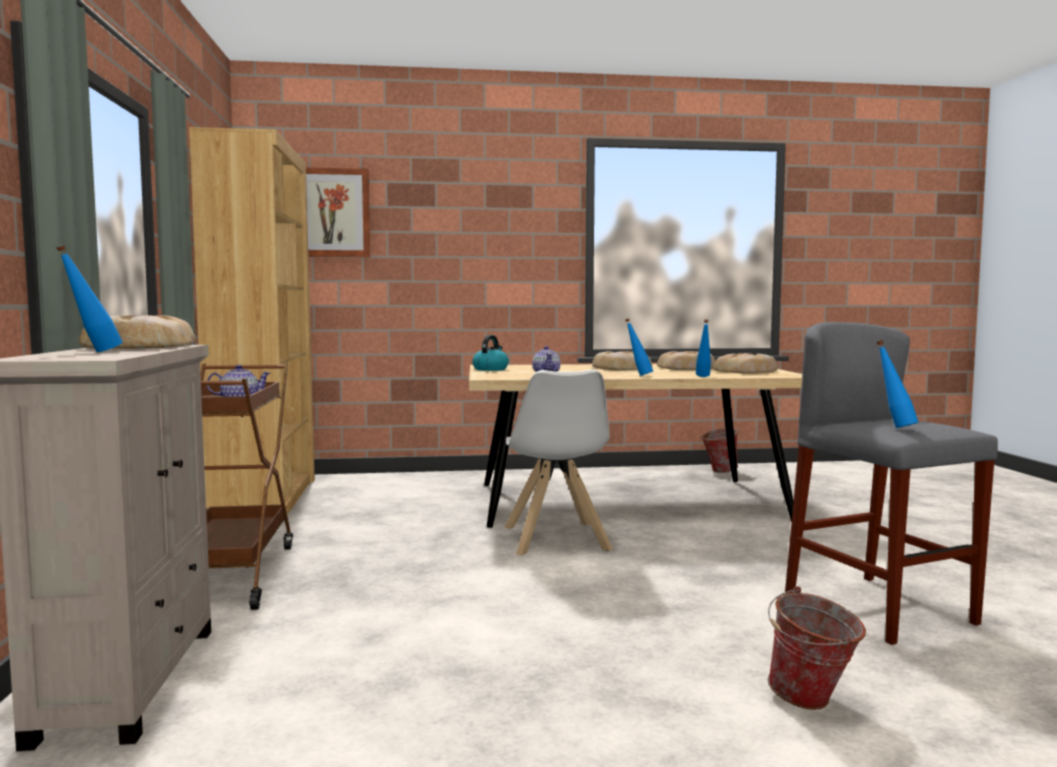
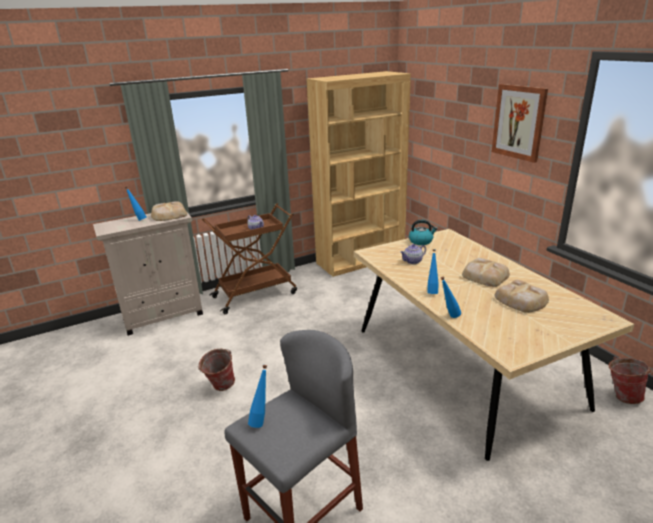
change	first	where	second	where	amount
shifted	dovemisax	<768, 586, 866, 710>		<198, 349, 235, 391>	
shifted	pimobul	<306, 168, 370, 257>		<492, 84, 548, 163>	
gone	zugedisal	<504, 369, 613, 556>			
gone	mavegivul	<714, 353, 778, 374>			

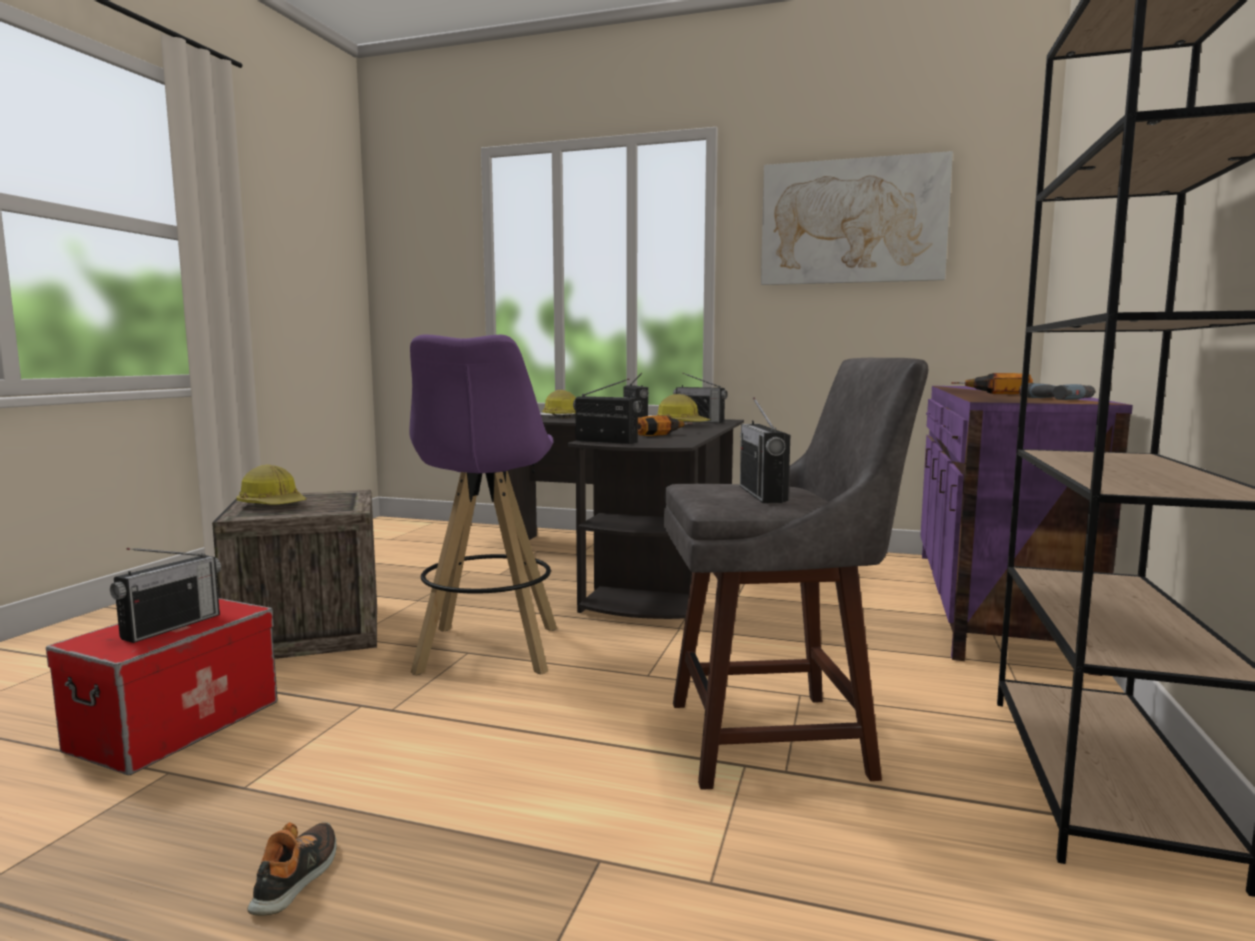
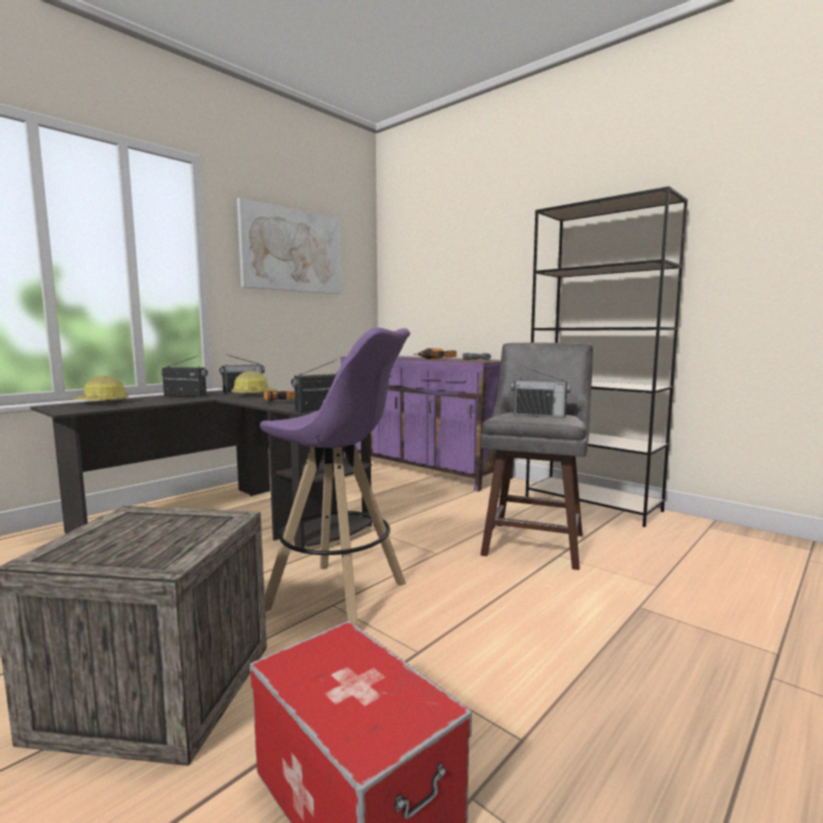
change	first	where	second	where	amount
gone	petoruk	<110, 548, 221, 643>			
gone	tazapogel	<237, 464, 307, 504>			
gone	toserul	<247, 822, 337, 916>			

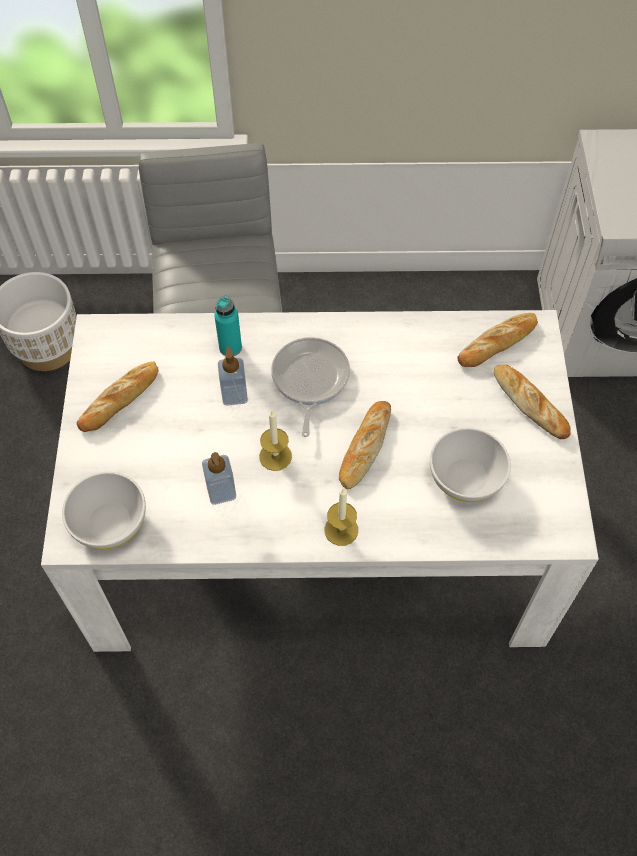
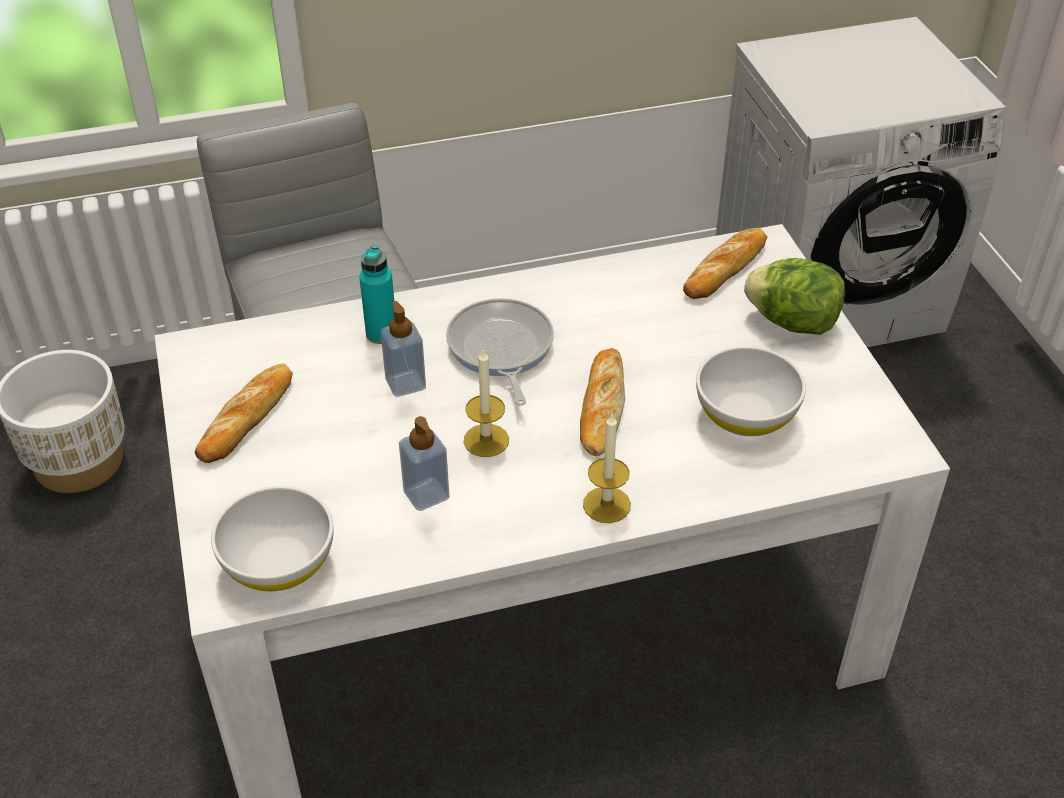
change	first	where	second	where	amount
swapped	mavegivul	<494, 365, 571, 439>	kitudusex	<744, 258, 845, 335>	

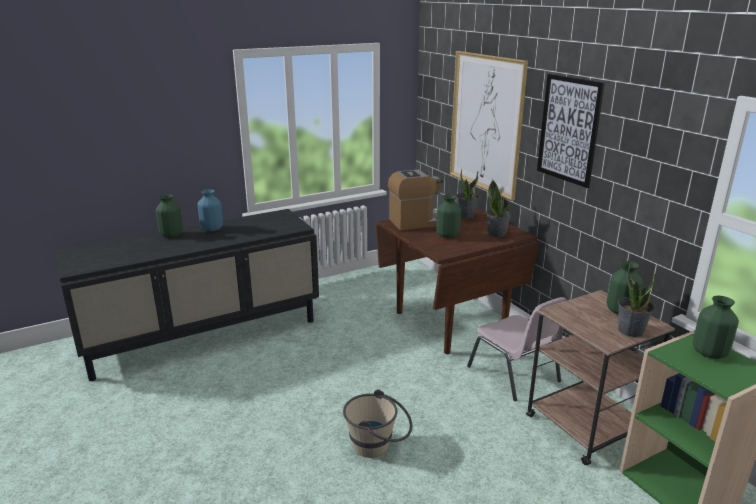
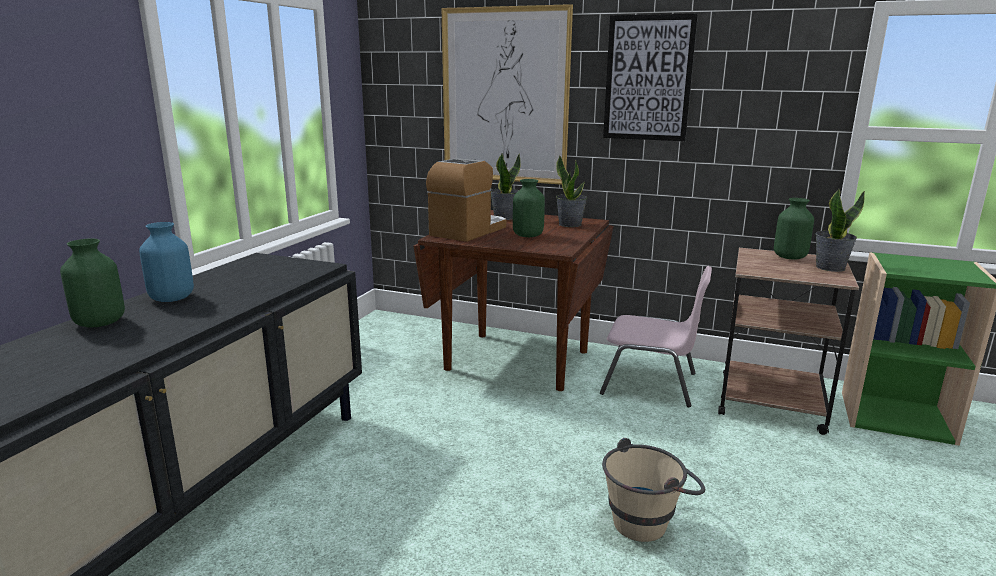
change	first	where	second	where	amount
gone	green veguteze	<693, 296, 739, 359>			

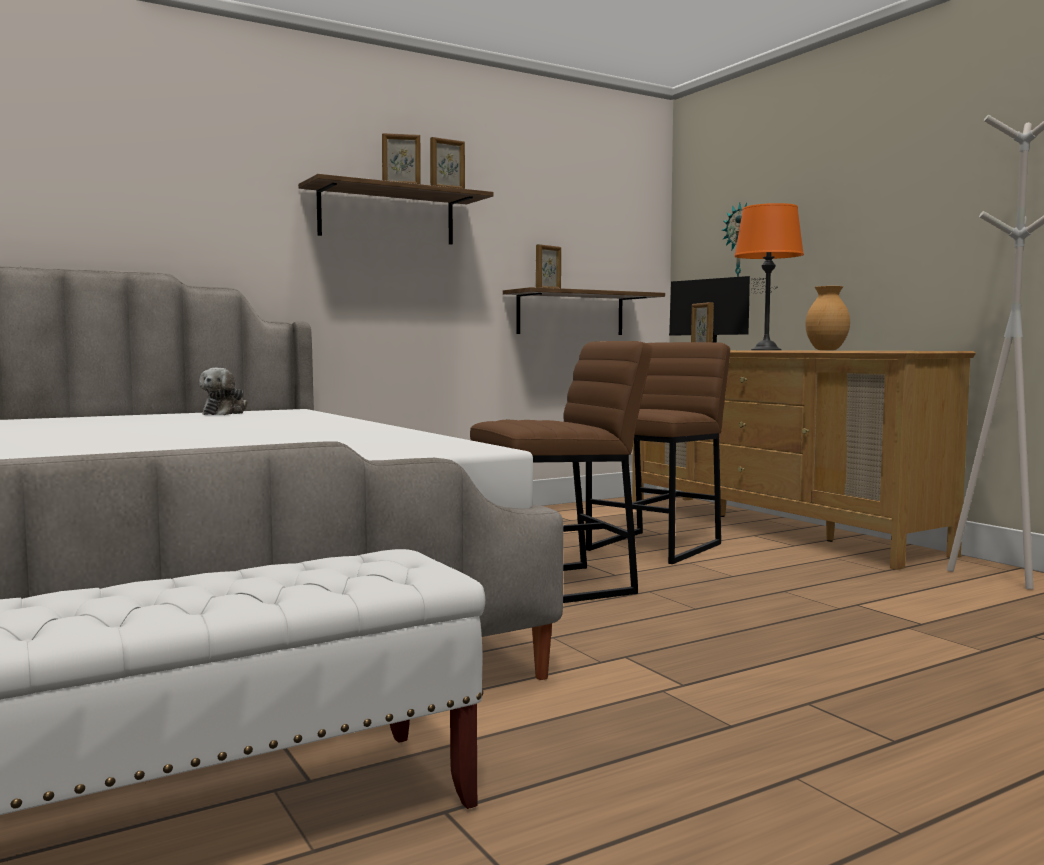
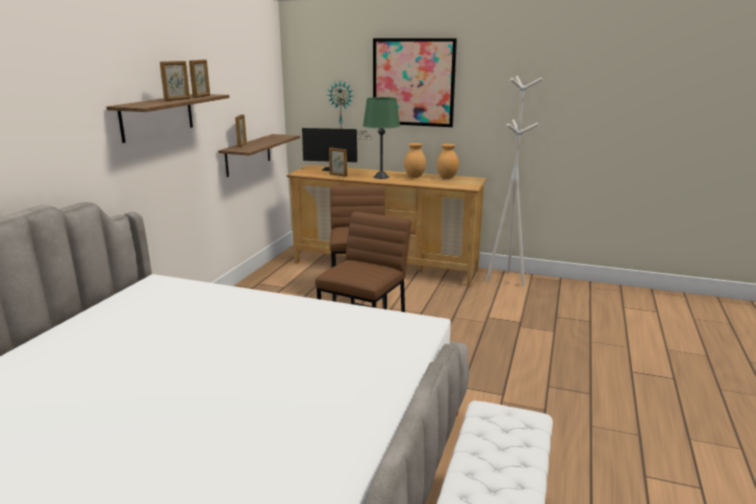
change	first	where	second	where	amount
repainted	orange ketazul	<734, 203, 804, 350>	green ketazul	<363, 97, 400, 179>	
new			pimobul	<373, 38, 457, 127>	
new			brown veguteze	<436, 144, 459, 179>	
gone	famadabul	<199, 368, 248, 415>			

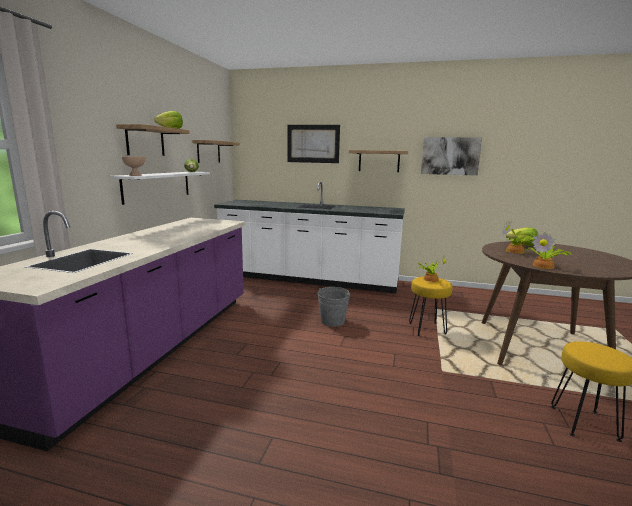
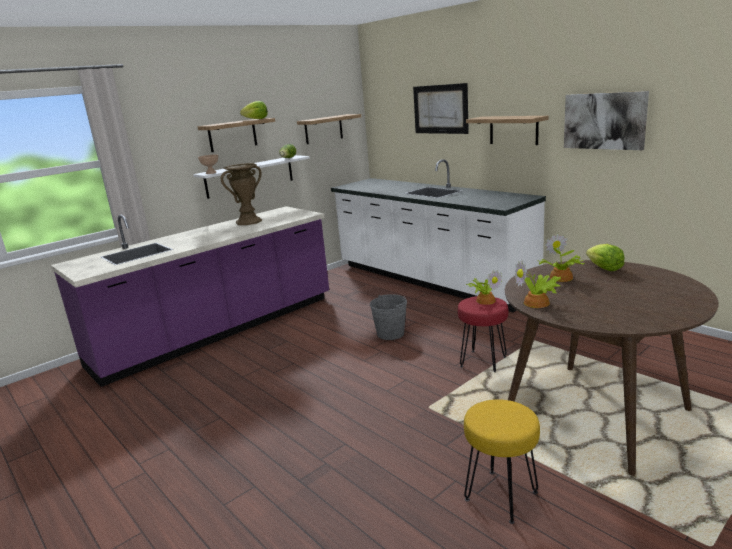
change	first	where	second	where	amount
new			brown veguteze	<221, 163, 262, 225>	
repainted	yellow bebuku	<409, 277, 452, 336>	red bebuku	<458, 296, 508, 372>	

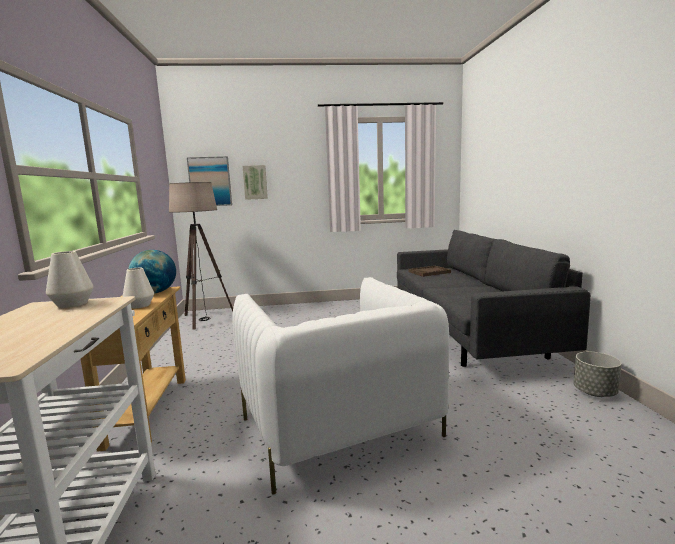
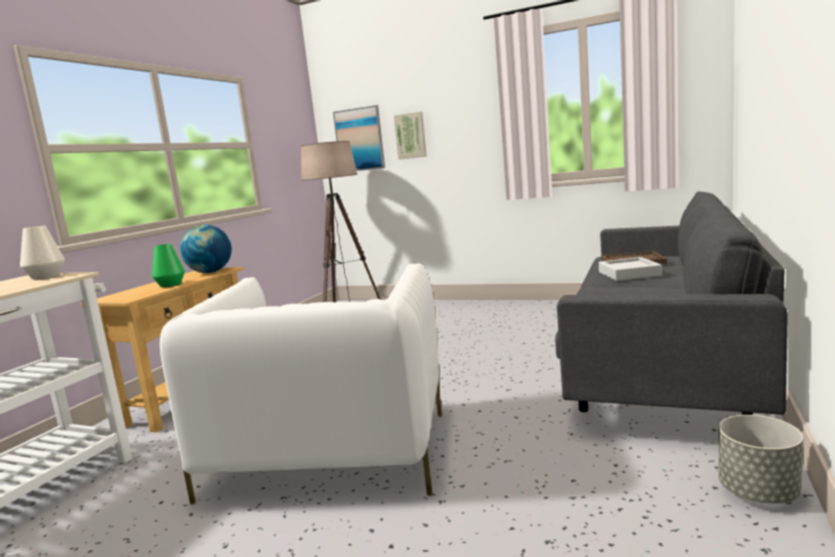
change	first	where	second	where	amount
repainted	white veguteze	<123, 268, 154, 308>	green veguteze	<152, 244, 185, 287>	
new			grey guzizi	<599, 257, 662, 281>	

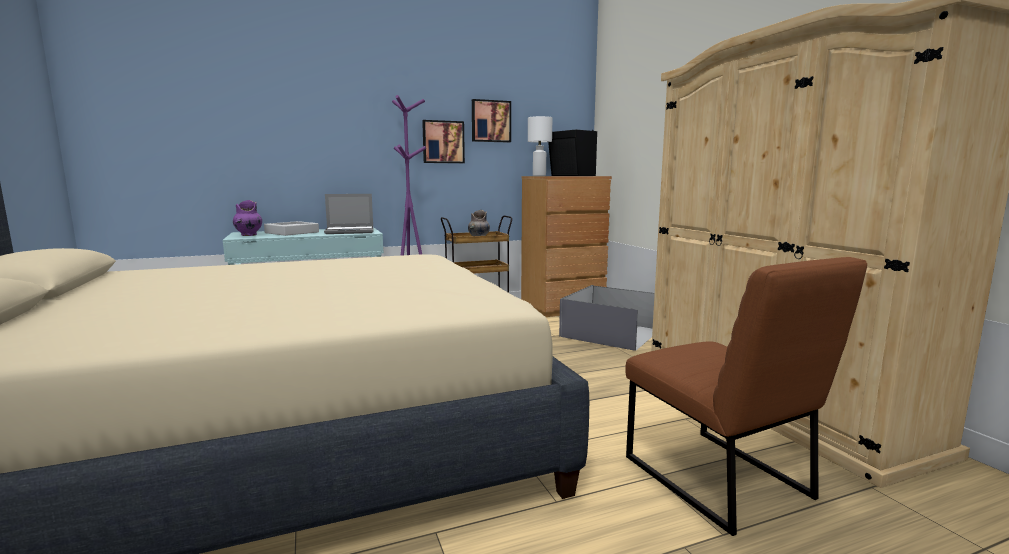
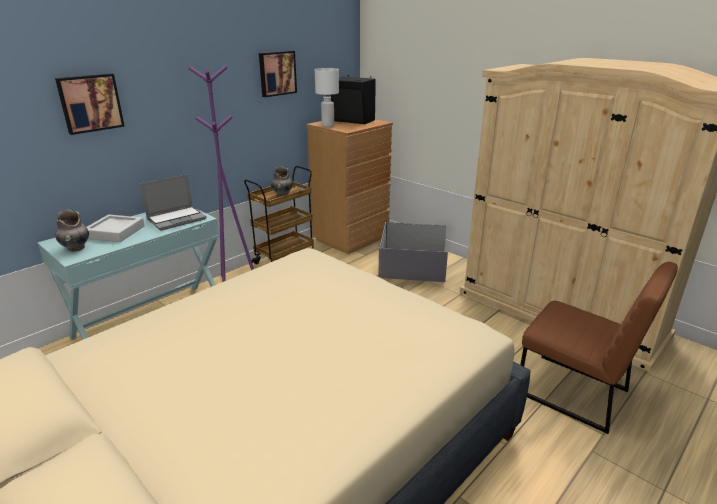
change	first	where	second	where	amount
shifted	pimobul	<422, 120, 465, 163>		<55, 73, 125, 135>	
repainted	purple veguteze	<233, 200, 262, 236>	grey veguteze	<55, 209, 89, 252>	

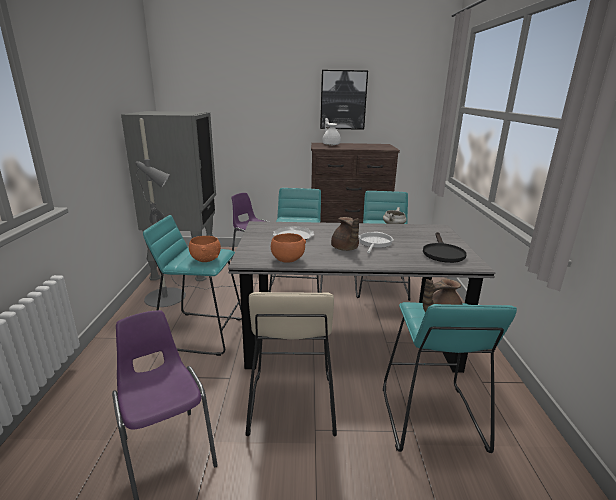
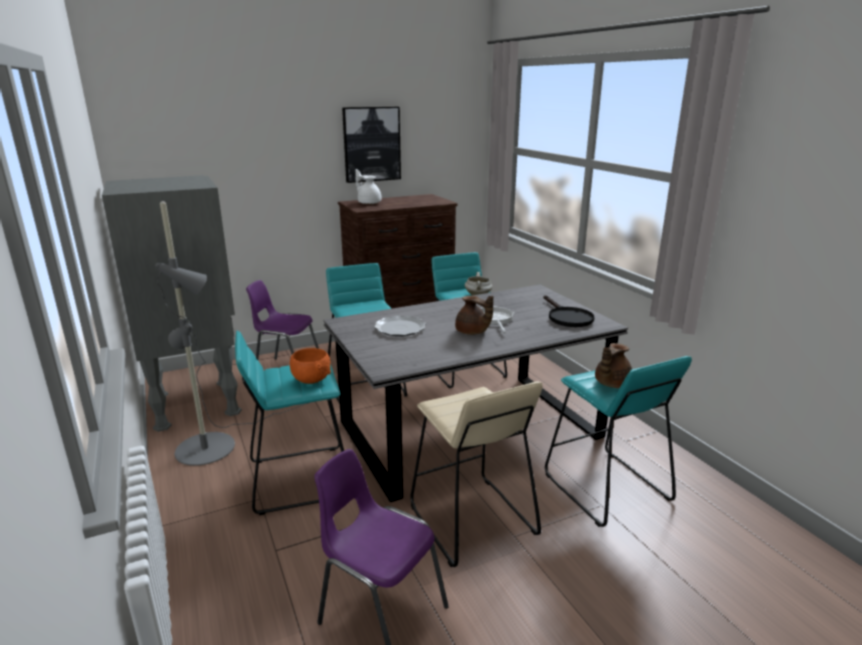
change	first	where	second	where	amount
gone	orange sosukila	<271, 233, 306, 263>			

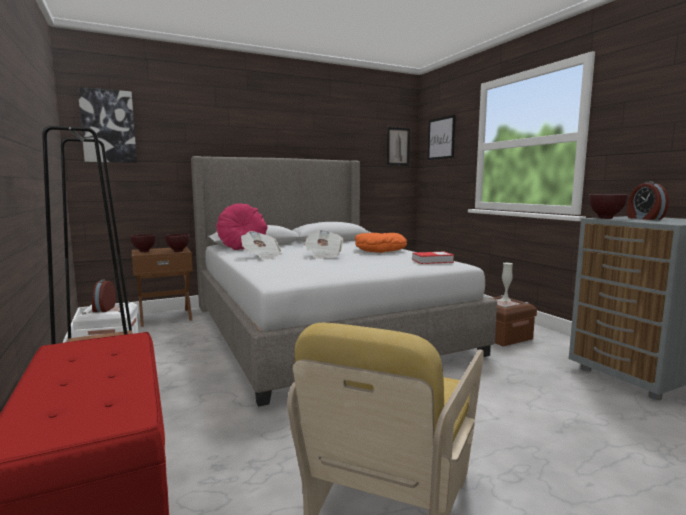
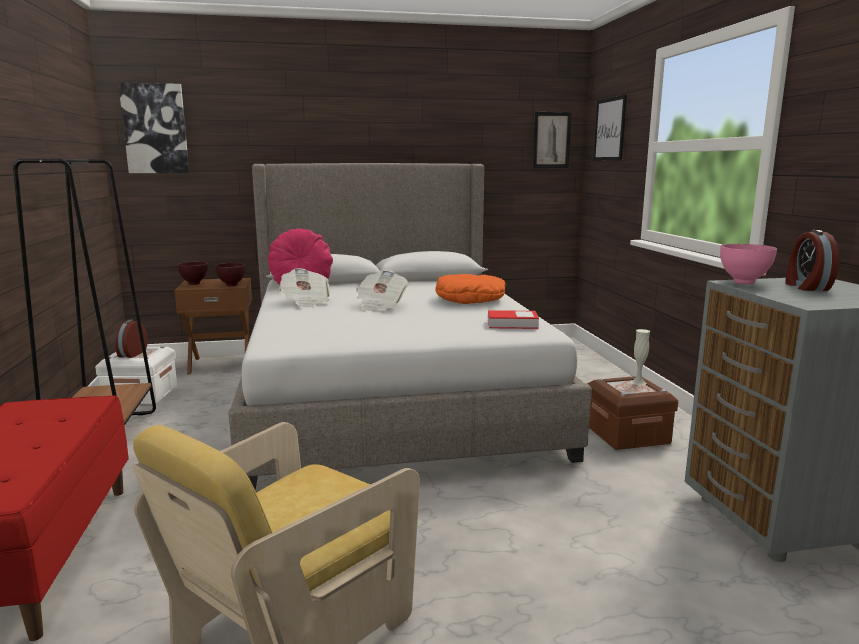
change	first	where	second	where	amount
repainted	brown sosukila	<589, 194, 628, 219>	pink sosukila	<720, 244, 777, 284>	

